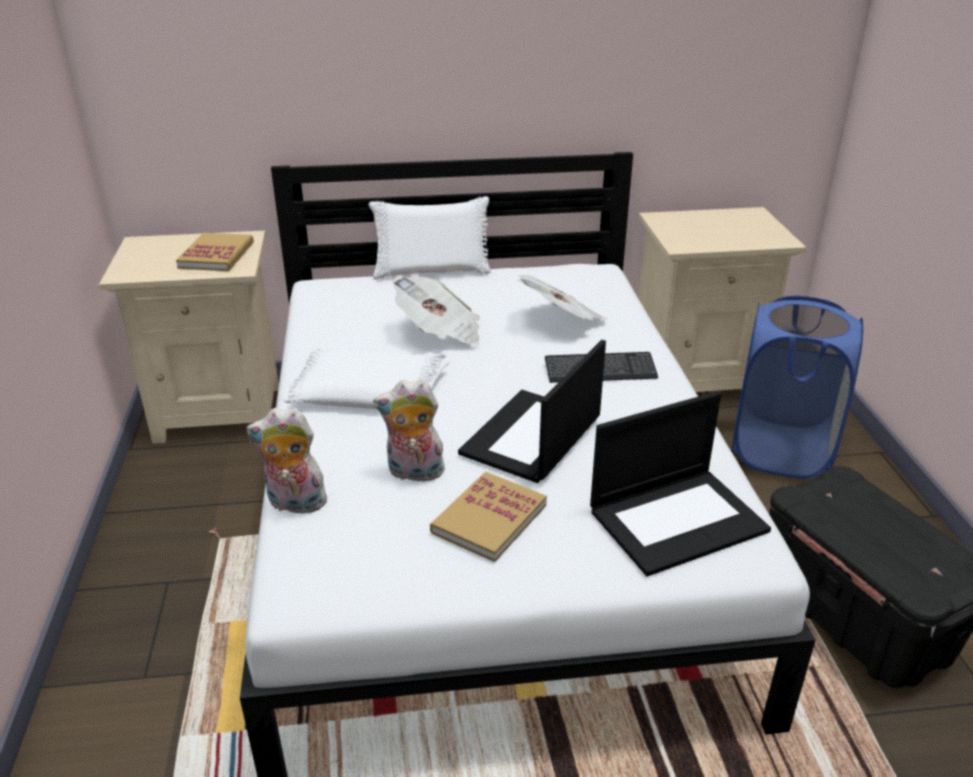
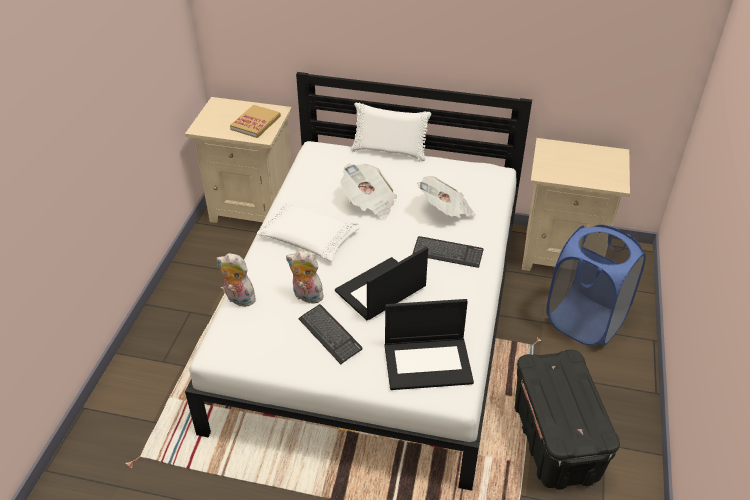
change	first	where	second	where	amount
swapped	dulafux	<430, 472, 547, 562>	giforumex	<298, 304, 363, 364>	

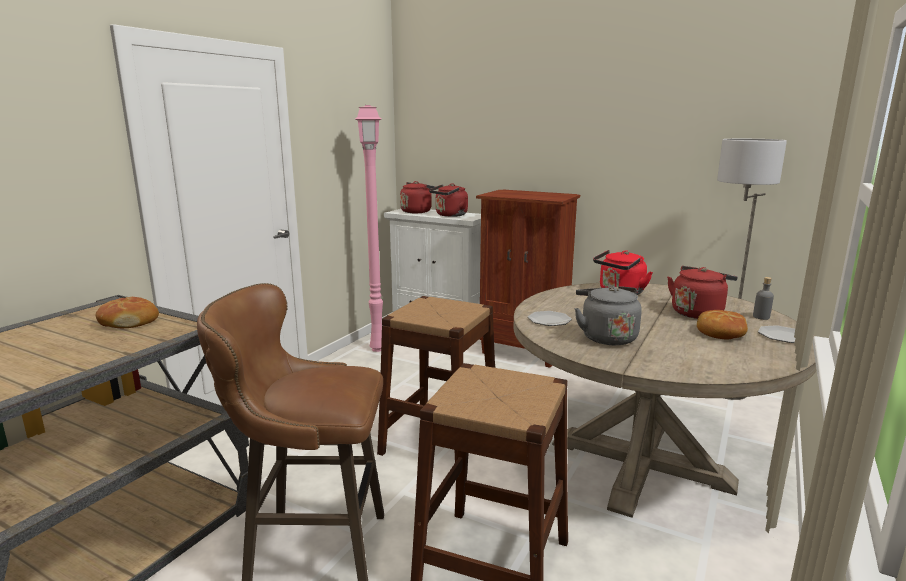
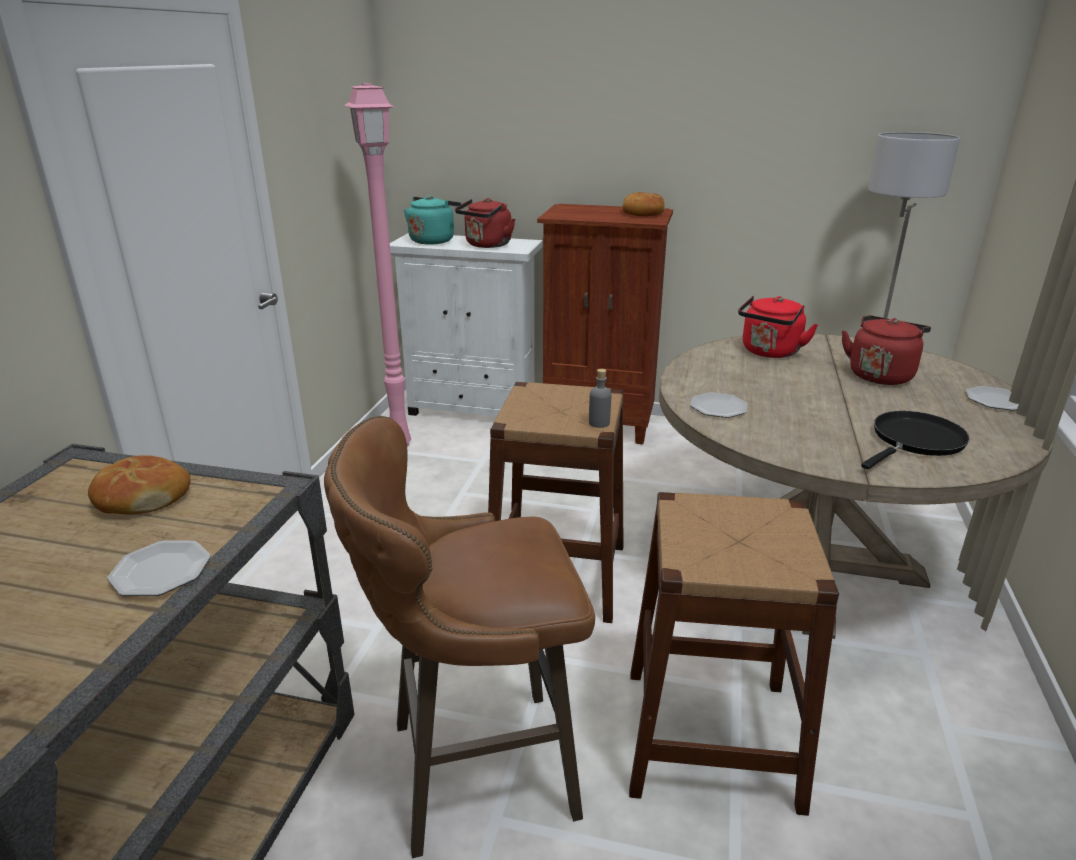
change	first	where	second	where	amount
new			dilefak	<107, 540, 211, 596>	
repainted	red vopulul	<400, 181, 436, 213>	turquoise vopulul	<404, 196, 461, 245>	
shifted	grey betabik	<753, 277, 774, 320>		<589, 369, 611, 428>	
shifted	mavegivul	<697, 310, 748, 340>		<622, 192, 665, 217>	
new			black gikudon	<861, 411, 970, 469>	
gone	grey vopulul	<574, 286, 642, 345>			

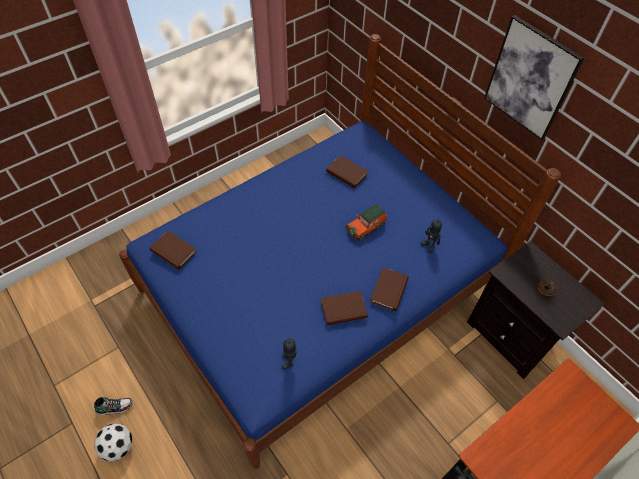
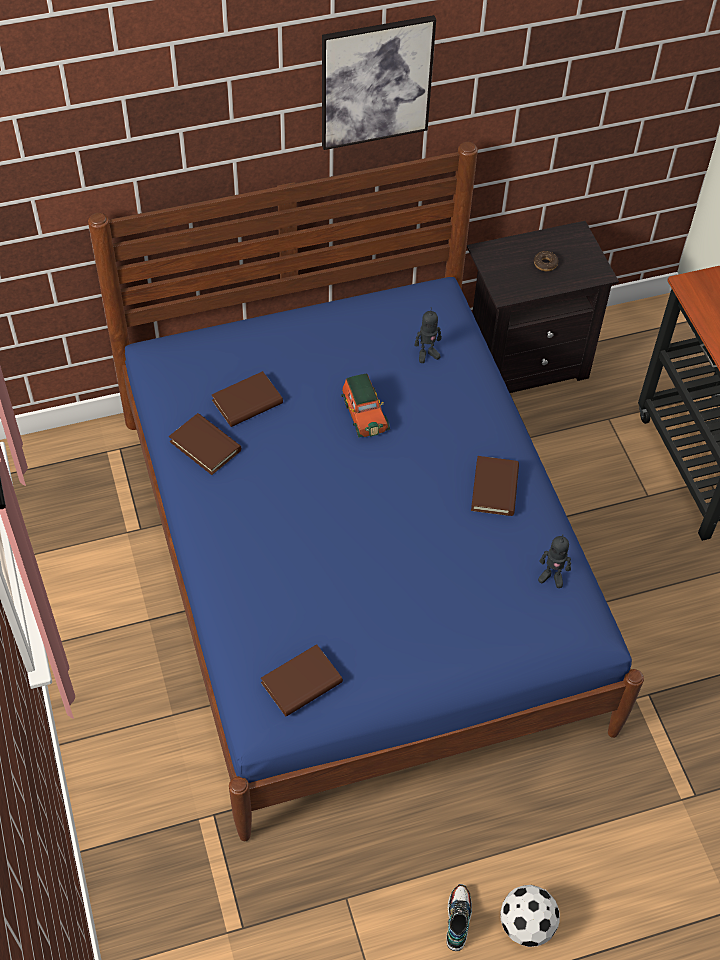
change	first	where	second	where	amount
shifted	brown dulafux	<370, 267, 409, 311>		<169, 413, 241, 475>	

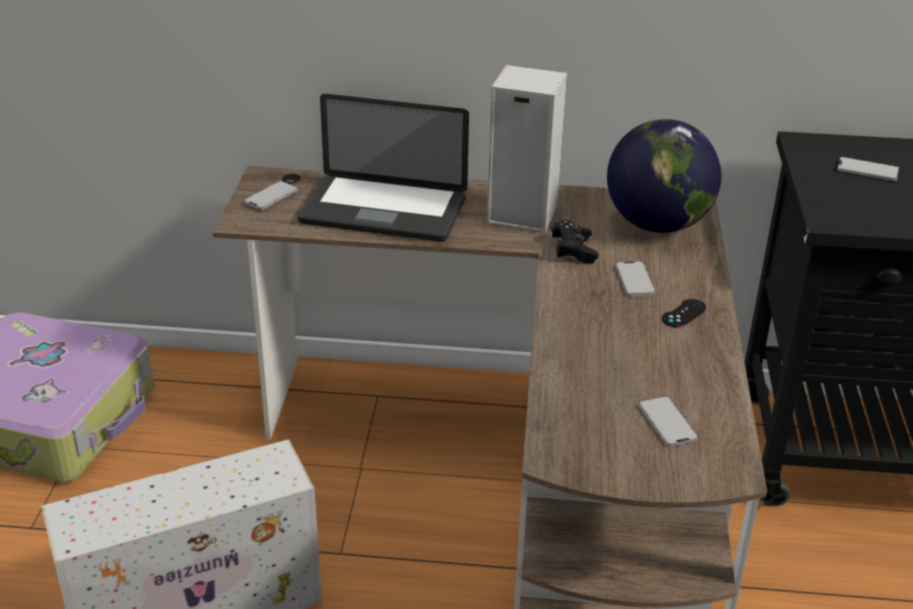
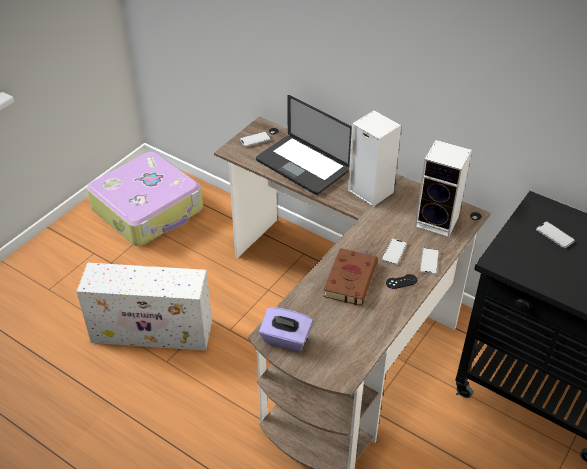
change	first	where	second	where	amount
new			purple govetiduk	<259, 307, 313, 351>	
new			brown dulafux	<323, 248, 378, 306>	
swapped	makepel	<607, 119, 722, 233>	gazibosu	<415, 140, 472, 238>	
shifted	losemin	<638, 396, 698, 447>		<420, 248, 439, 275>	
gone	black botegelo	<551, 220, 599, 263>			

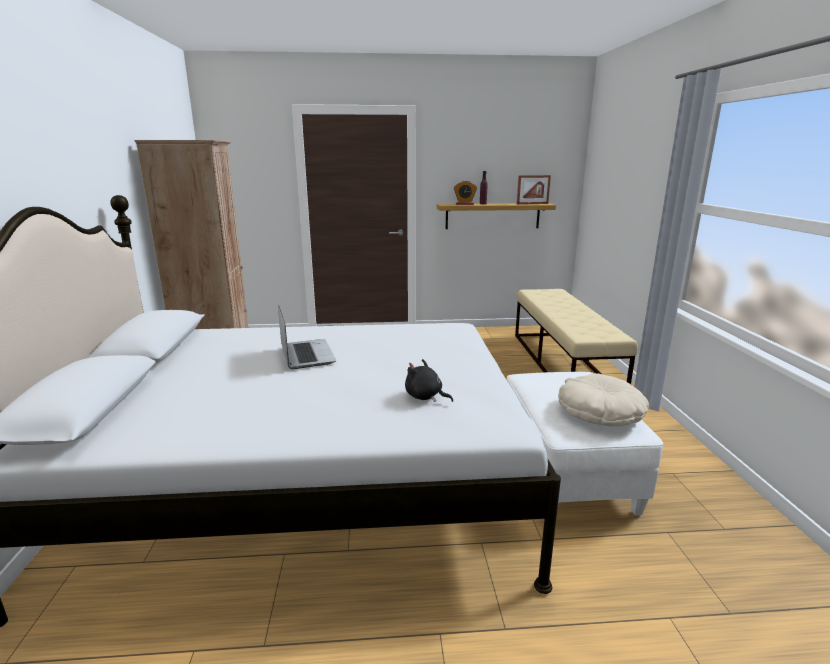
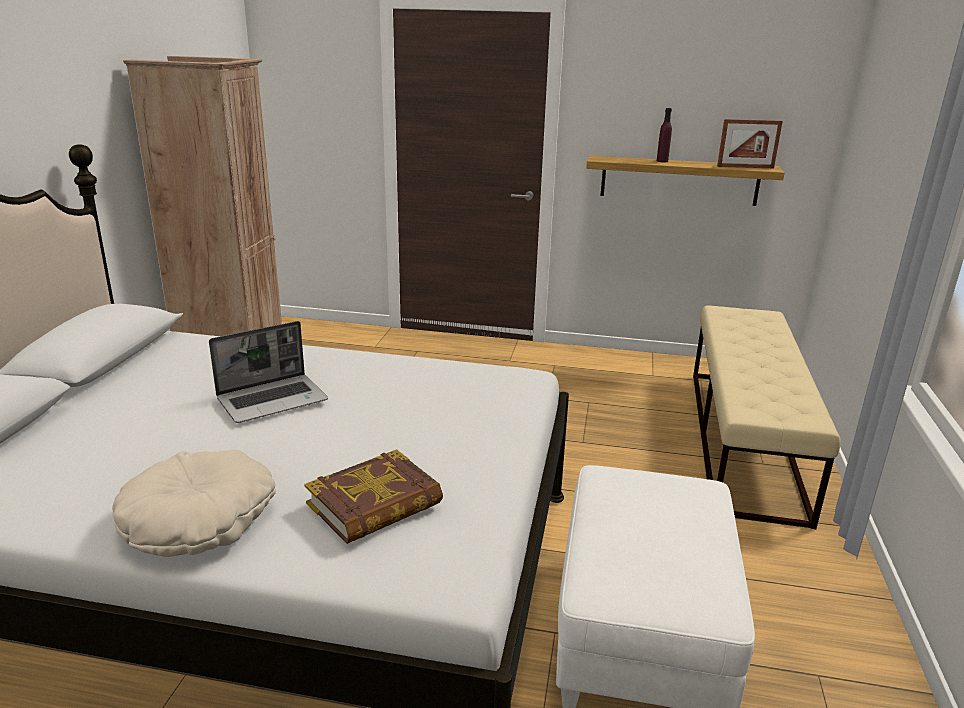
change	first	where	second	where	amount
shifted	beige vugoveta	<558, 373, 649, 426>		<112, 450, 276, 557>	
rotated	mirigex	<278, 305, 336, 369>		<209, 321, 328, 423>	60 degrees clockwise
swapped	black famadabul	<405, 359, 453, 402>	dulafux	<304, 449, 443, 544>	
gone	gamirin	<454, 181, 477, 205>			

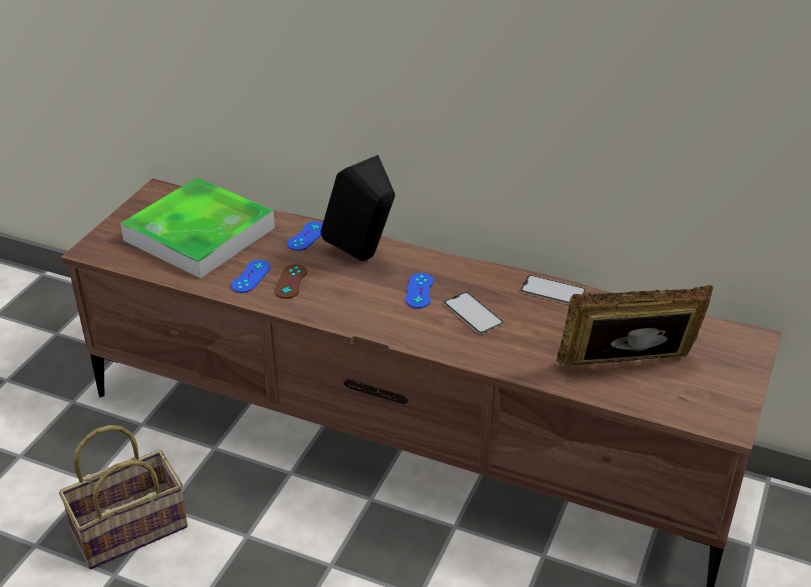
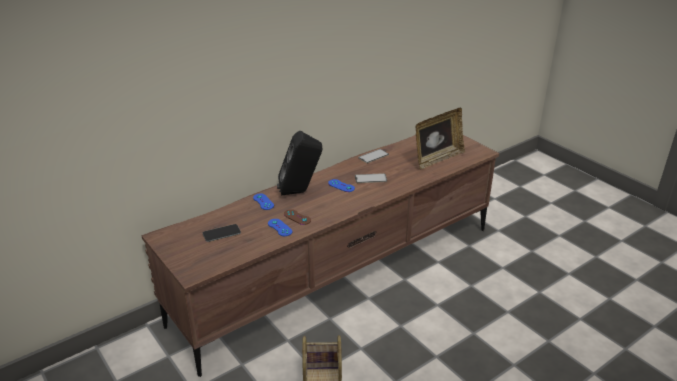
change	first	where	second	where	amount
swapped	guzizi	<120, 178, 275, 278>	losemin	<203, 224, 241, 242>	
rotated	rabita	<556, 285, 713, 366>		<416, 108, 465, 169>	150 degrees counterclockwise

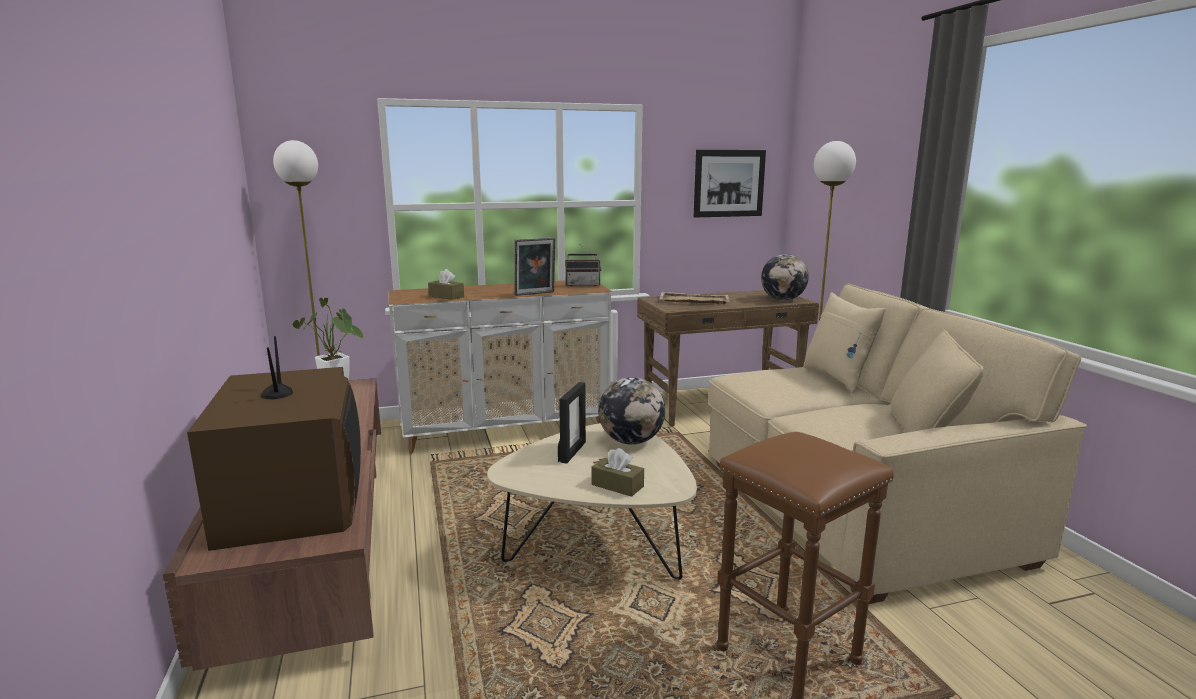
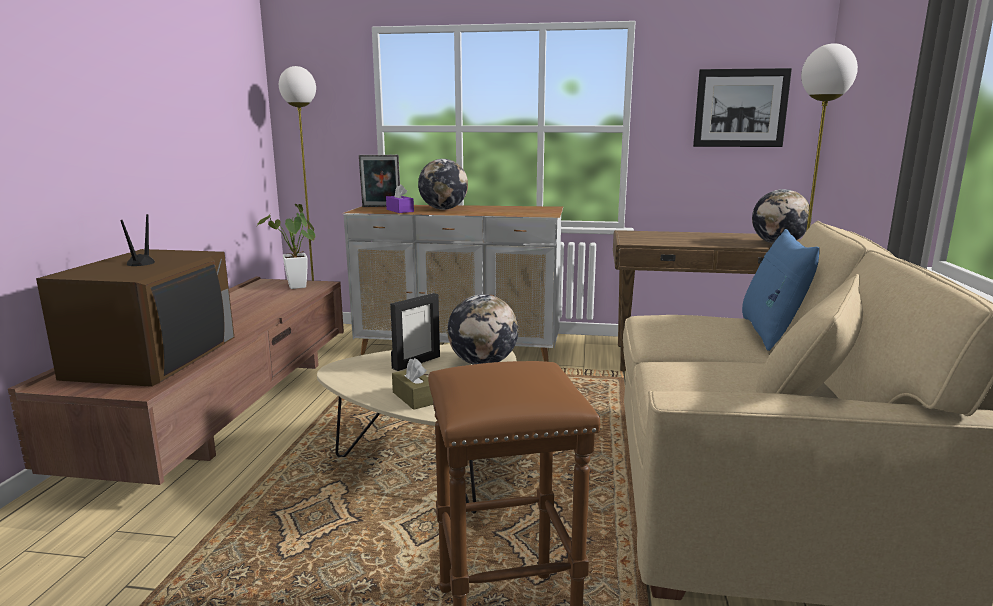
change	first	where	second	where	amount
shifted	rabita	<514, 238, 555, 296>		<359, 155, 400, 207>	
repainted	brown govetiduk	<428, 269, 464, 300>	purple govetiduk	<386, 184, 414, 213>	
new			makepel	<418, 159, 468, 210>	
repainted	beige vugoveta	<803, 292, 886, 393>	blue vugoveta	<742, 229, 820, 351>	
gone	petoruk	<565, 245, 601, 286>			
gone	beige guzizi	<660, 292, 729, 304>			

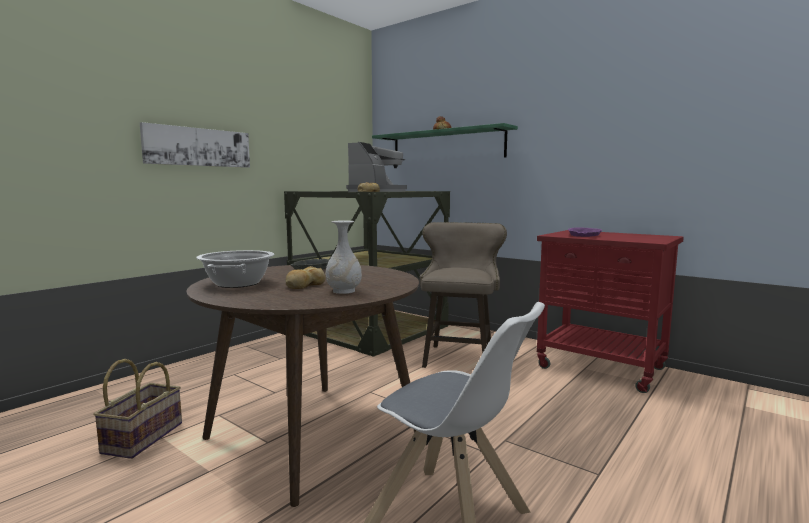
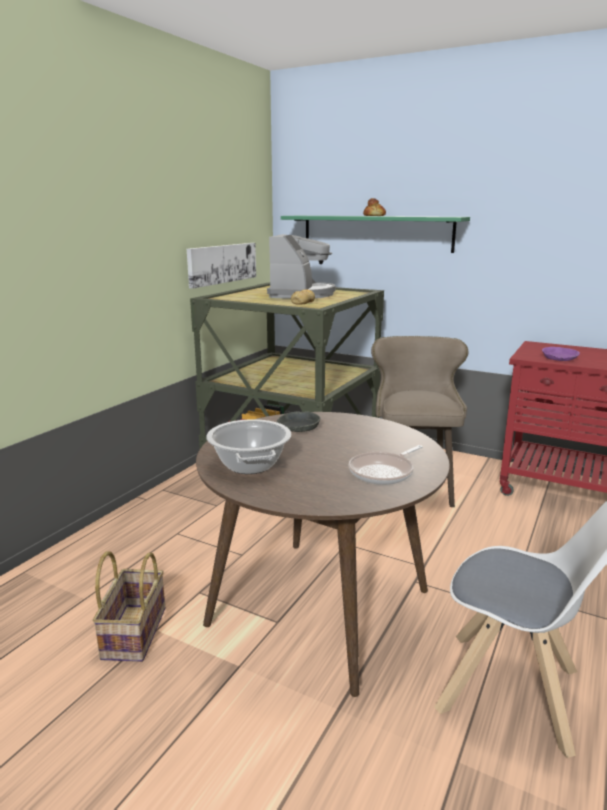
change	first	where	second	where	amount
shifted	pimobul	<140, 122, 250, 168>		<187, 243, 256, 289>	
swapped	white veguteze	<325, 221, 362, 294>	gikudon	<349, 445, 423, 485>	
gone	mavegivul	<285, 266, 325, 289>			

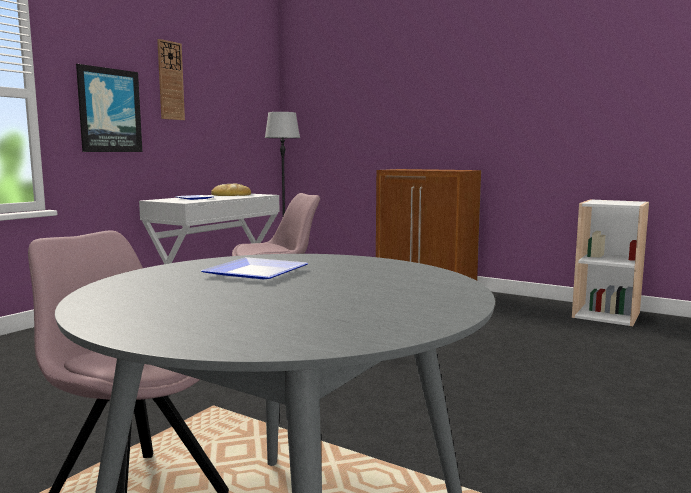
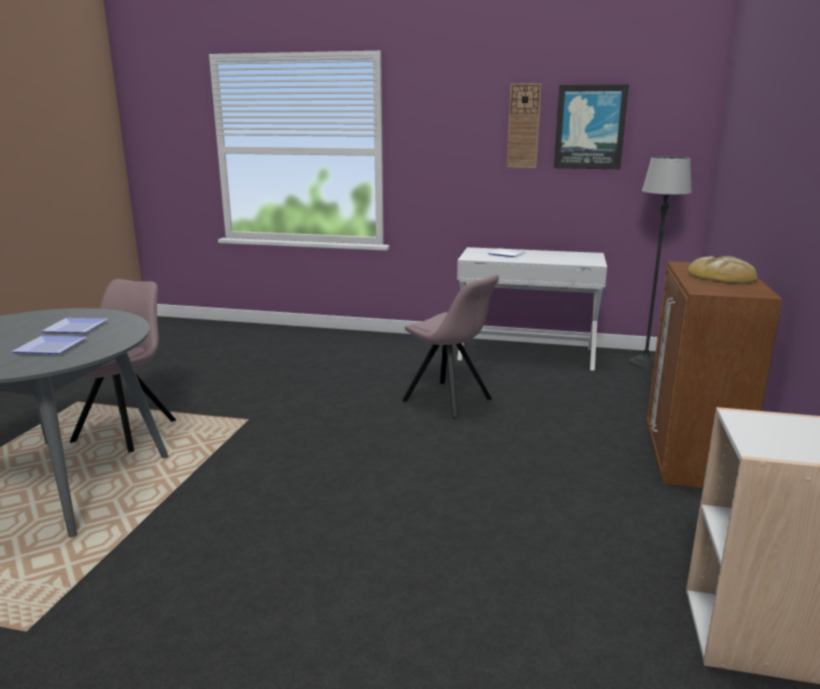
change	first	where	second	where	amount
new			dilefak	<11, 336, 87, 354>	
shifted	pimobul	<76, 64, 142, 152>		<554, 84, 629, 169>	
shifted	mavegivul	<211, 183, 251, 196>		<688, 256, 757, 283>	

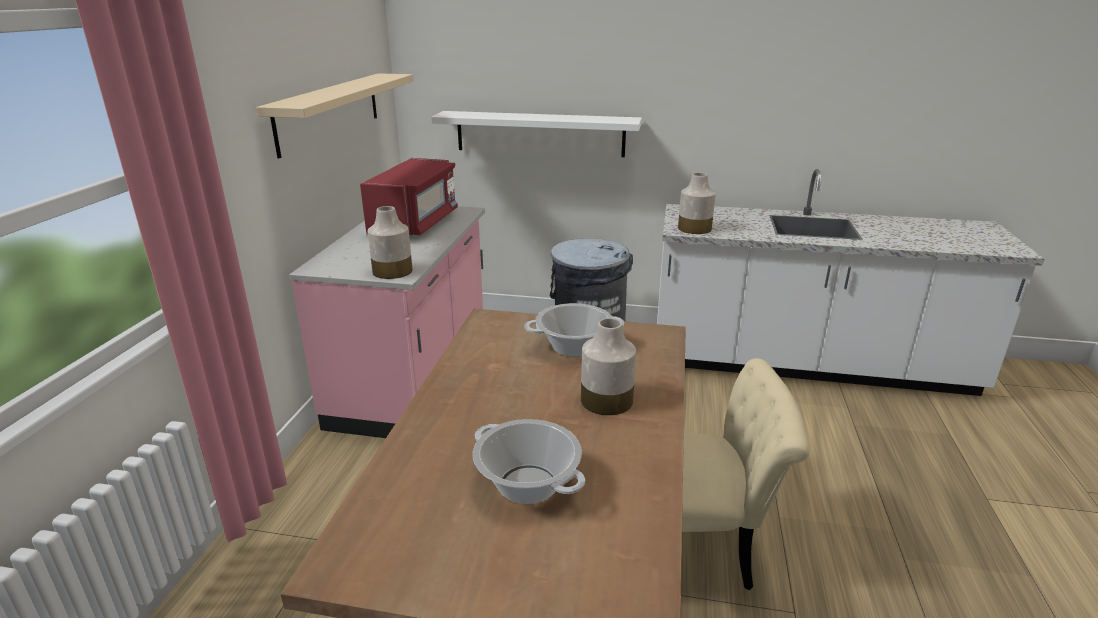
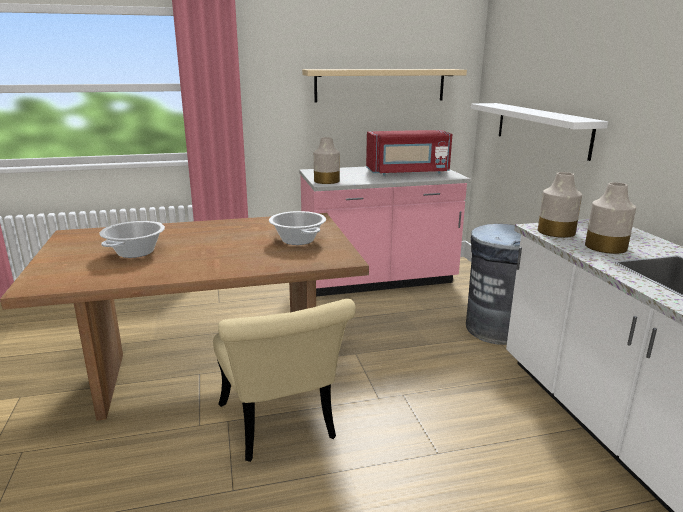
change	first	where	second	where	amount
shifted	beige veguteze	<581, 318, 636, 415>		<585, 182, 636, 254>	

